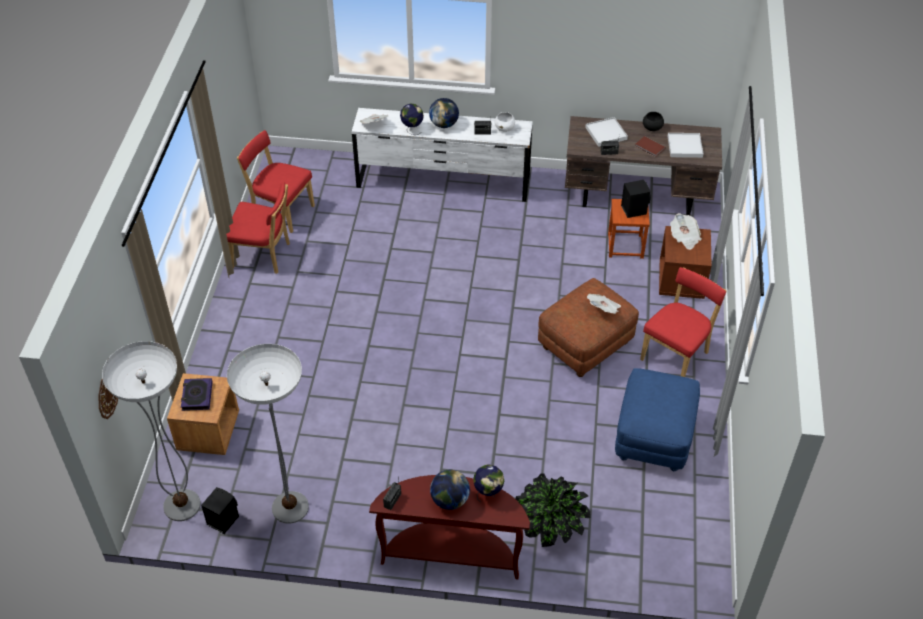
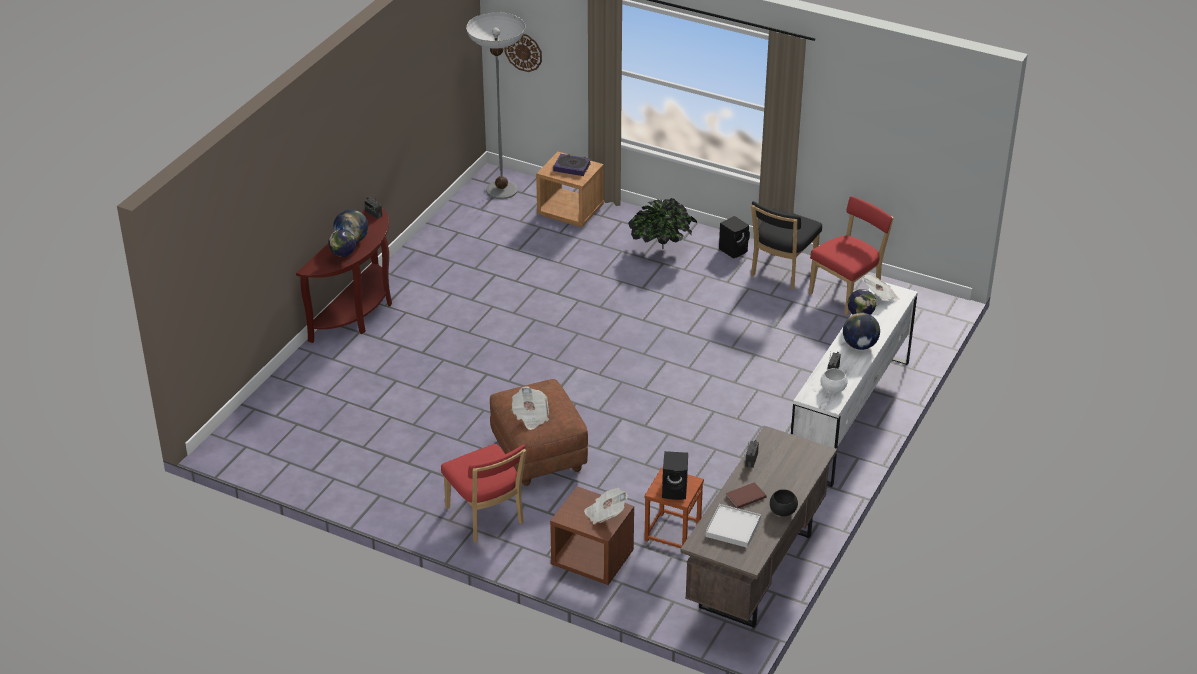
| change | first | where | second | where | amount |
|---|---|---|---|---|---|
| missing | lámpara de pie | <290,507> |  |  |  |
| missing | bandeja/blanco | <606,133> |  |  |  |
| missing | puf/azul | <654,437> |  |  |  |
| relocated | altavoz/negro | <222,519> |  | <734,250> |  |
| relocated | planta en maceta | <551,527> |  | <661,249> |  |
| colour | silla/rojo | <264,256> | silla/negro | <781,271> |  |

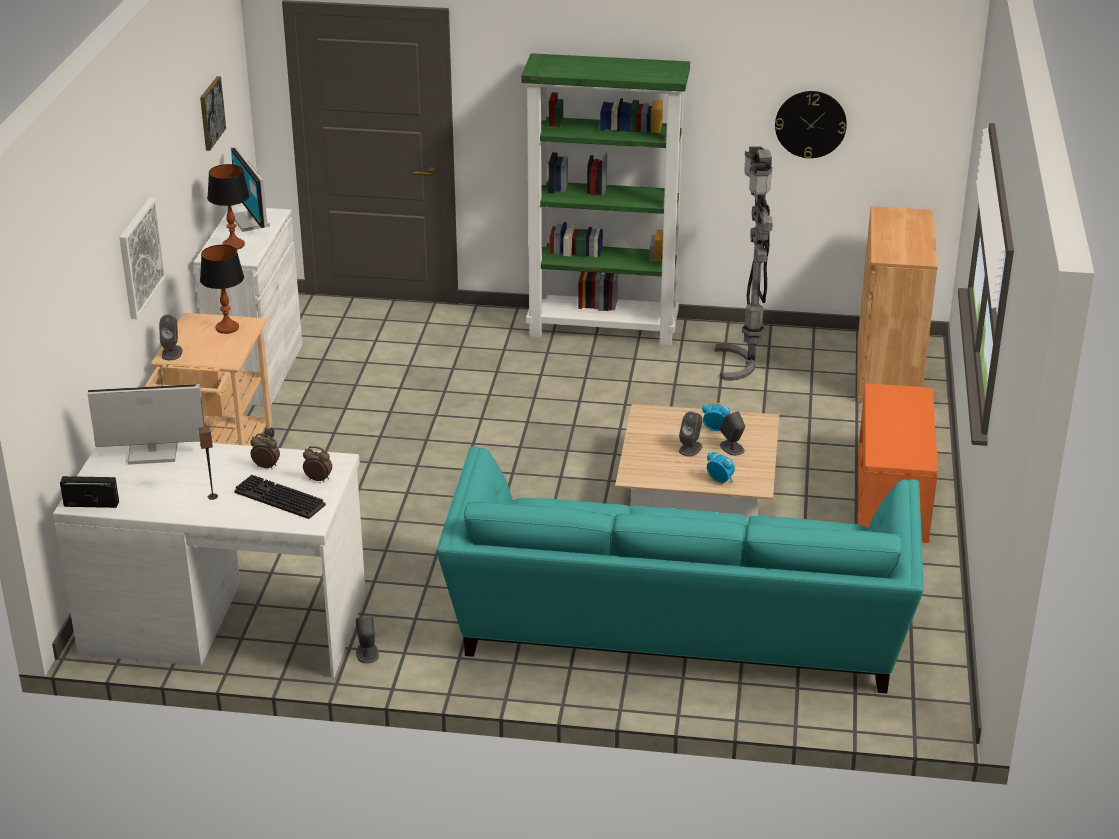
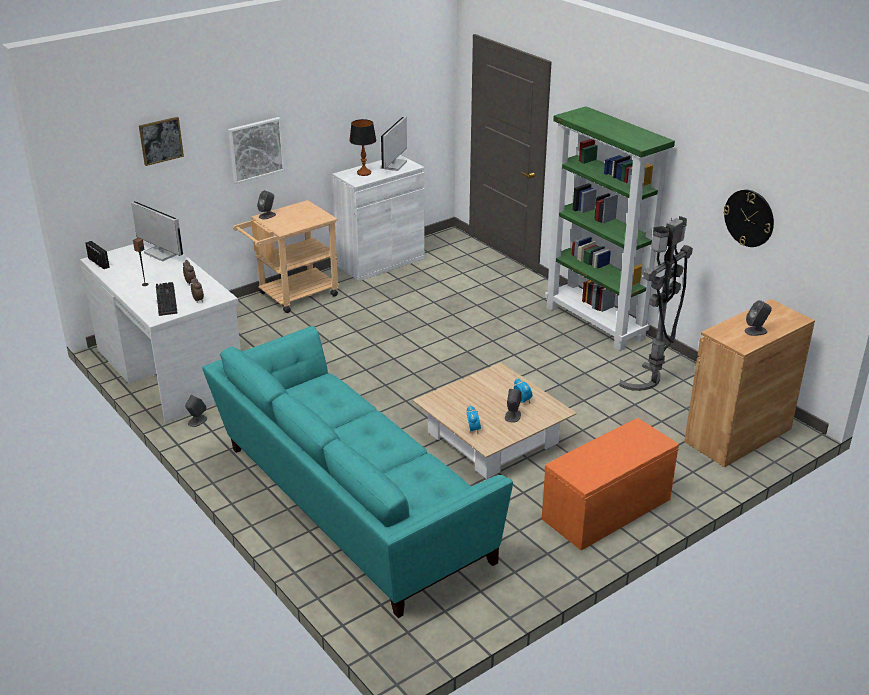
| change | first | where | second | where | amount |
|---|---|---|---|---|---|
| missing | lámpara de mesa | <227,328> |  |  |  |
| relocated | cuadro | <211,113> |  | <161,140> |  |
| relocated | altavoz/gris | <690,448> |  | <756,331> |  |

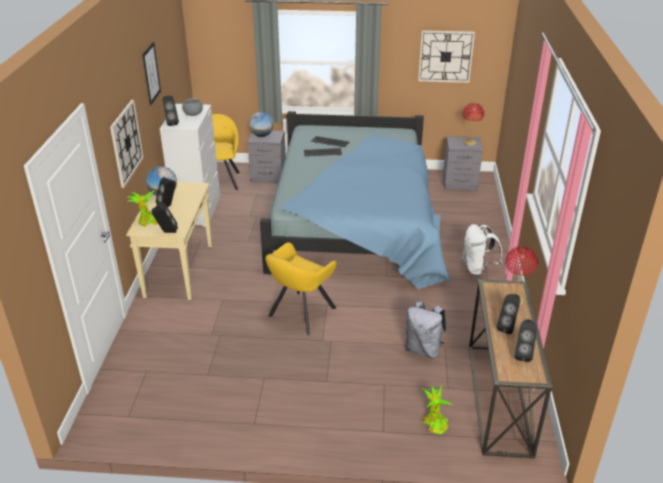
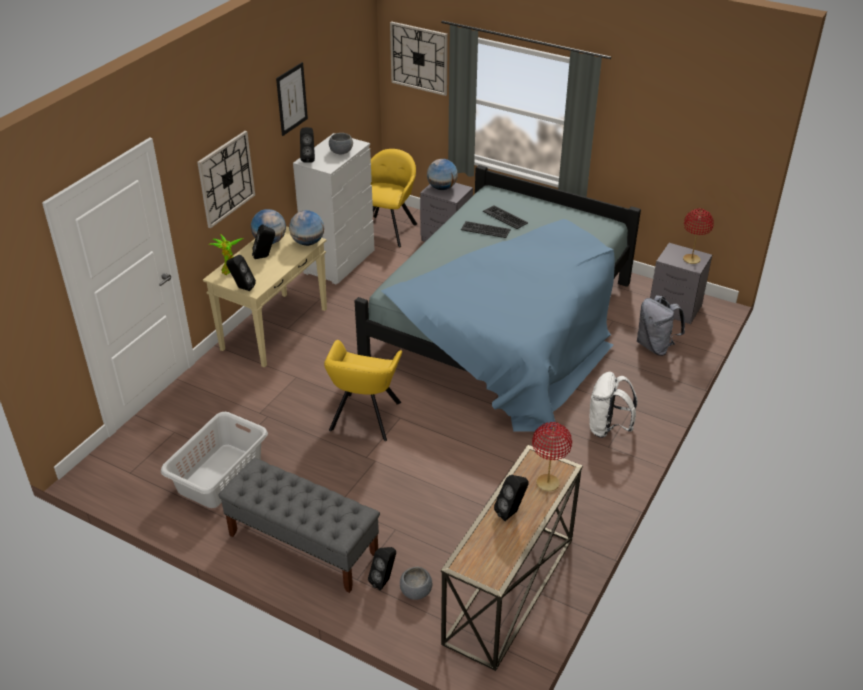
| change | first | where | second | where | amount |
|---|---|---|---|---|---|
| appeared |  |  | cesto de la ropa/gris | <220,475> |  |
| appeared |  |  | banco/gris | <302,545> |  |
| appeared |  |  | globo terráqueo | <308,242> |  |
| relocated | mochila/gris | <423,349> |  | <655,346> |  |
| relocated | reloj de pared | <445,56> |  | <419,58> |  |
| relocated | altavoz/negro | <522,354> |  | <384,580> |  |
| exchanged | planta en maceta | <434,423> | cuenco/gris | <416,591> |  |
| spun | sillón/amarillo | <300,314> |  | <364,419> | 45 degrees counterclockwise |

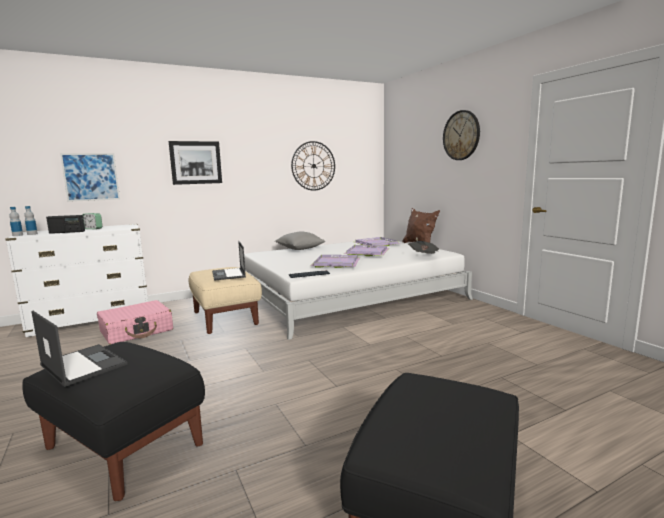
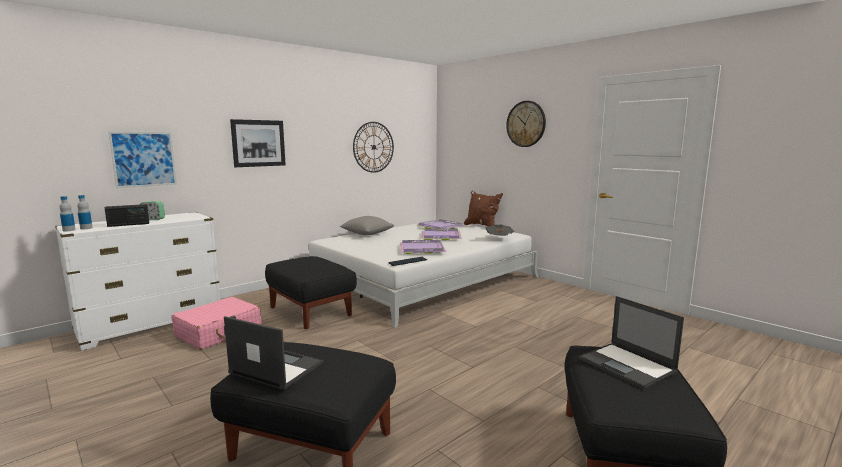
| change | first | where | second | where | amount |
|---|---|---|---|---|---|
| relocated | portátil | <229,274> |  | <628,366> |  |
| colour | puf/beis | <225,318> | puf/negro | <311,312> |  |

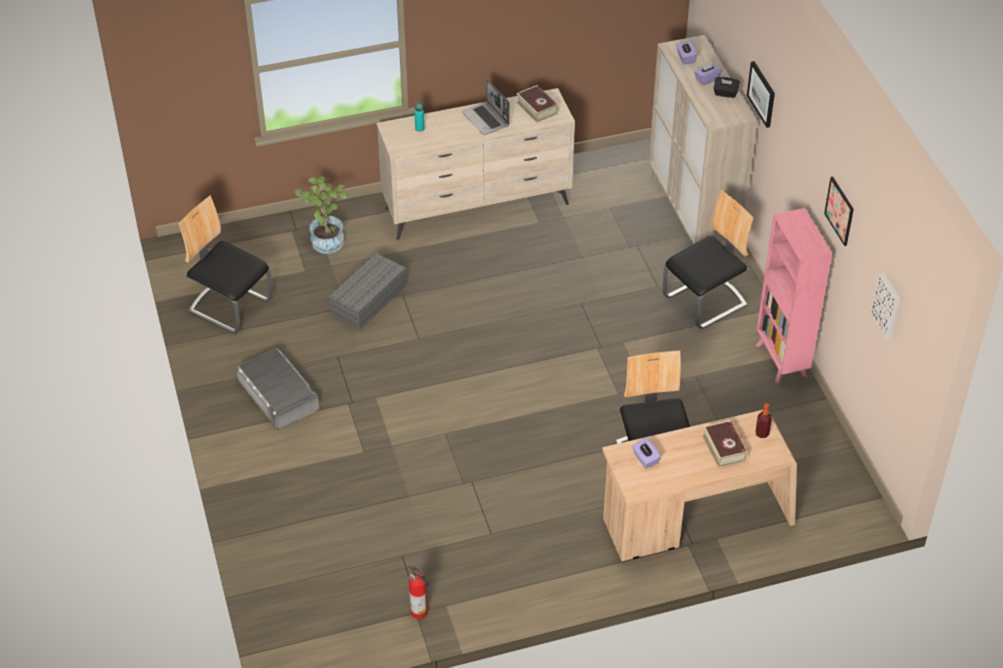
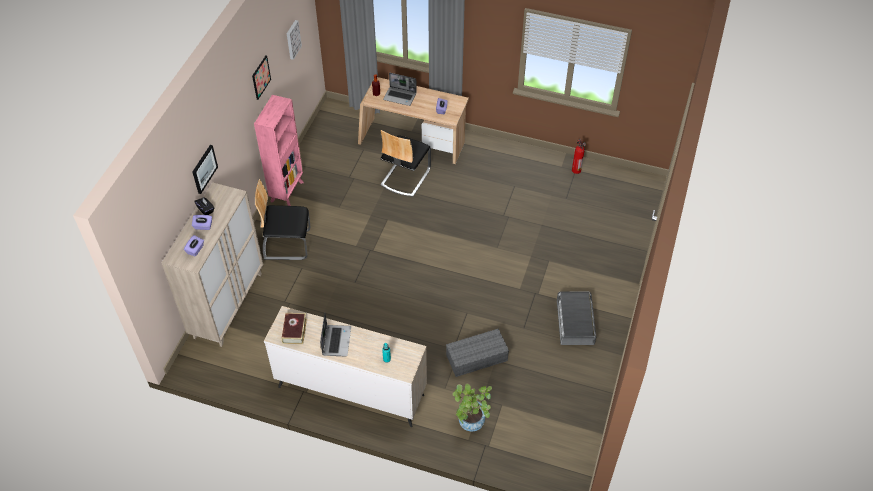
| change | first | where | second | where | amount |
|---|---|---|---|---|---|
| missing | silla | <230,306> |  |  |  |
| exchanged | libro | <724,448> | portátil | <400,96> |  |

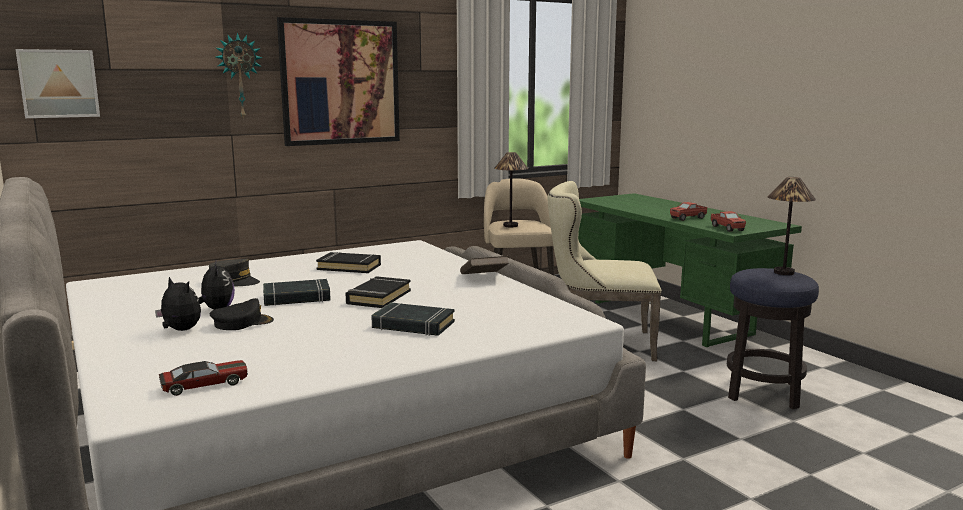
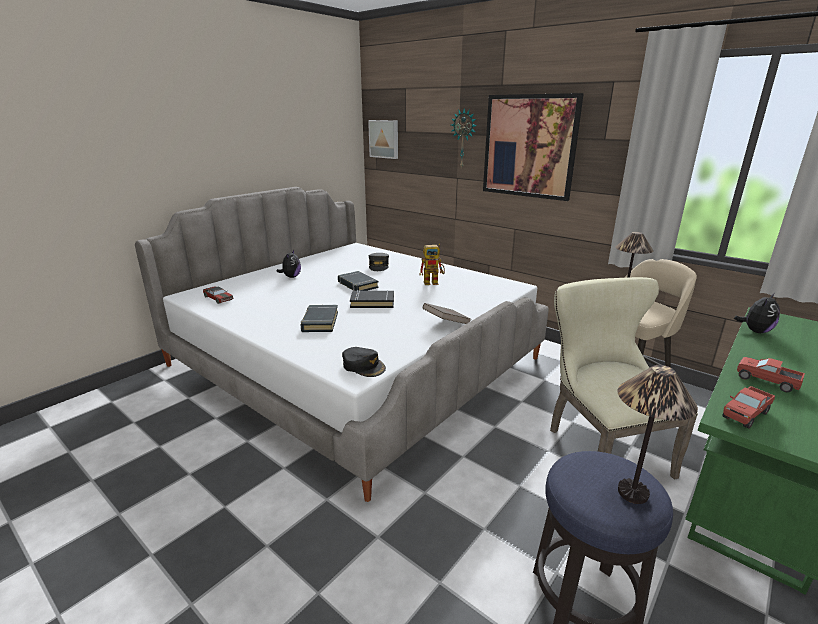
| change | first | where | second | where | amount |
|---|---|---|---|---|---|
| relocated | peluche | <216,309> |  | <755,331> |  |
| relocated | gorra/negro | <242,323> |  | <364,366> |  |
| exchanged | libro/negro | <349,267> | robot de juguete | <434,282> |  |

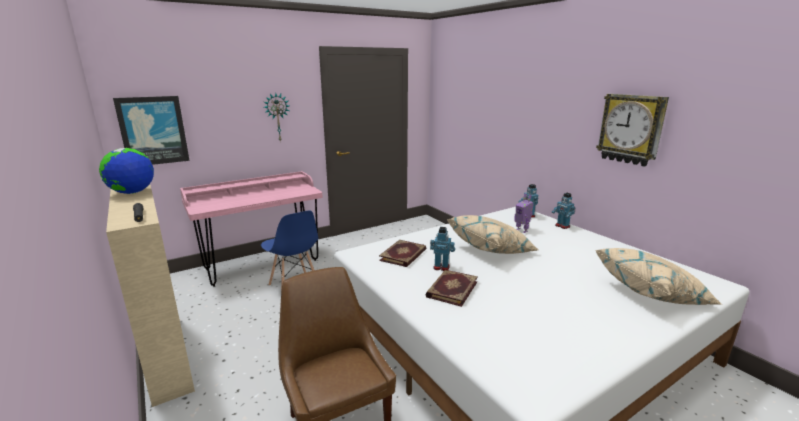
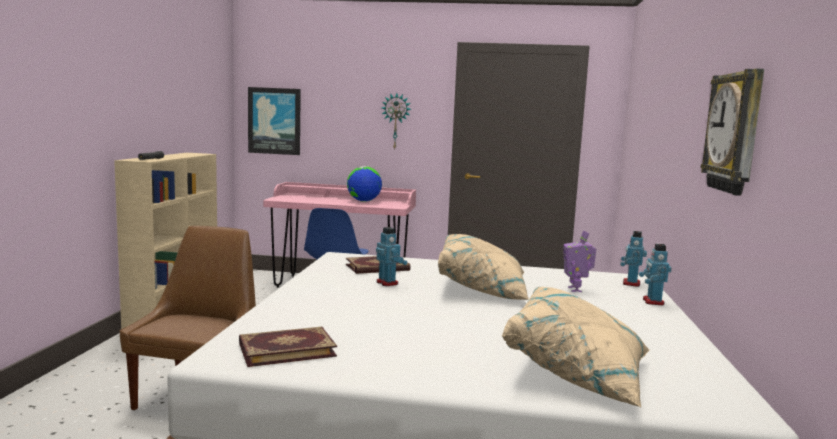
| change | first | where | second | where | amount |
|---|---|---|---|---|---|
| relocated | globo terráqueo | <132,193> |  | <363,201> |  |
| relocated | libro | <451,289> |  | <286,349> |  |

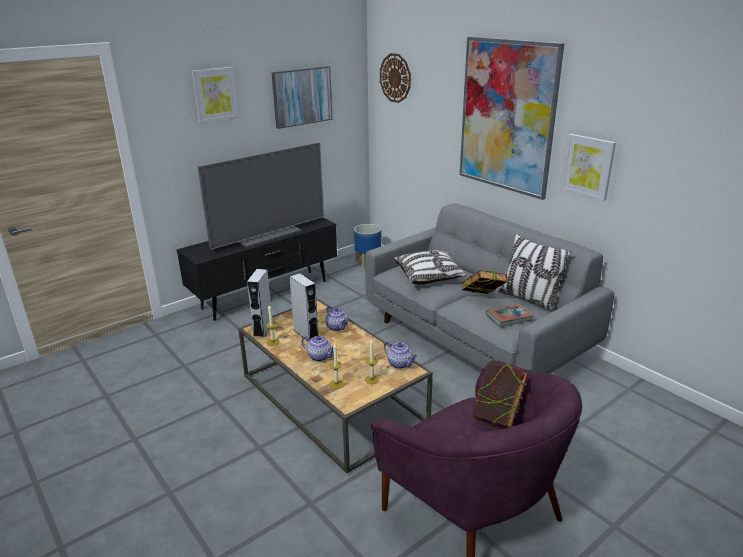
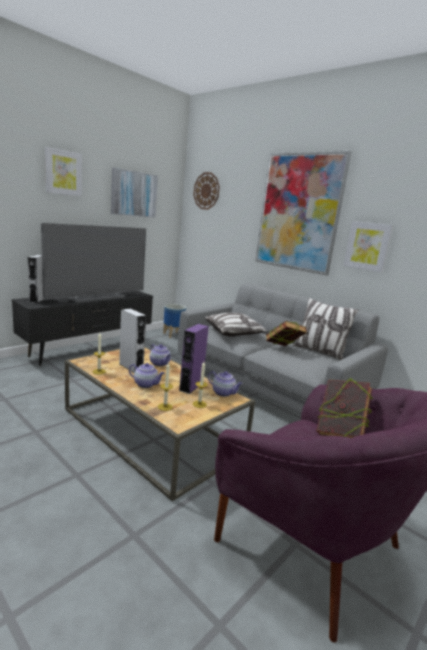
| change | first | where | second | where | amount |
|---|---|---|---|---|---|
| missing | libro | <509,318> |  |  |  |
| appeared |  |  | altavoz/morado | <191,386> |  |
| relocated | altavoz/gris | <263,329> |  | <38,300> |  |

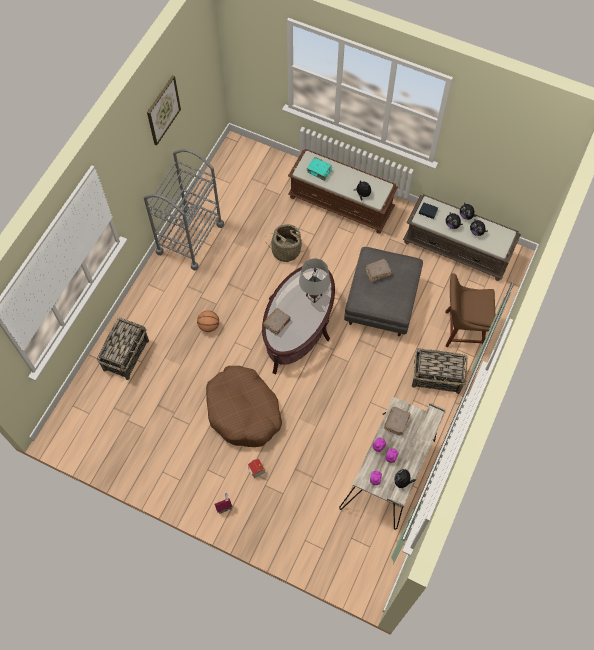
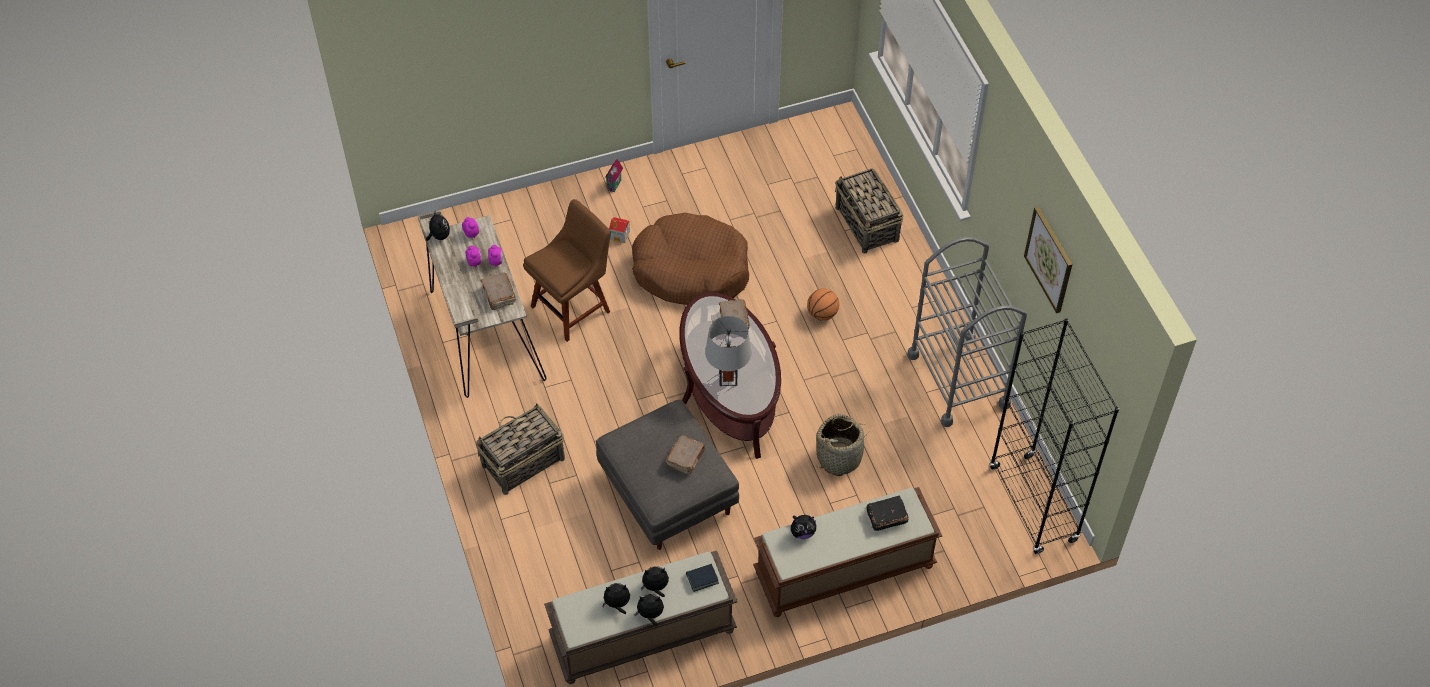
| change | first | where | second | where | amount |
|---|---|---|---|---|---|
| appeared |  |  | estantería/negro | <1033,504> |  |
| relocated | silla/marrón | <461,329> |  | <573,307> |  |
| colour | libro/turquesa | <319,171> | libro/negro | <886,517> |  |

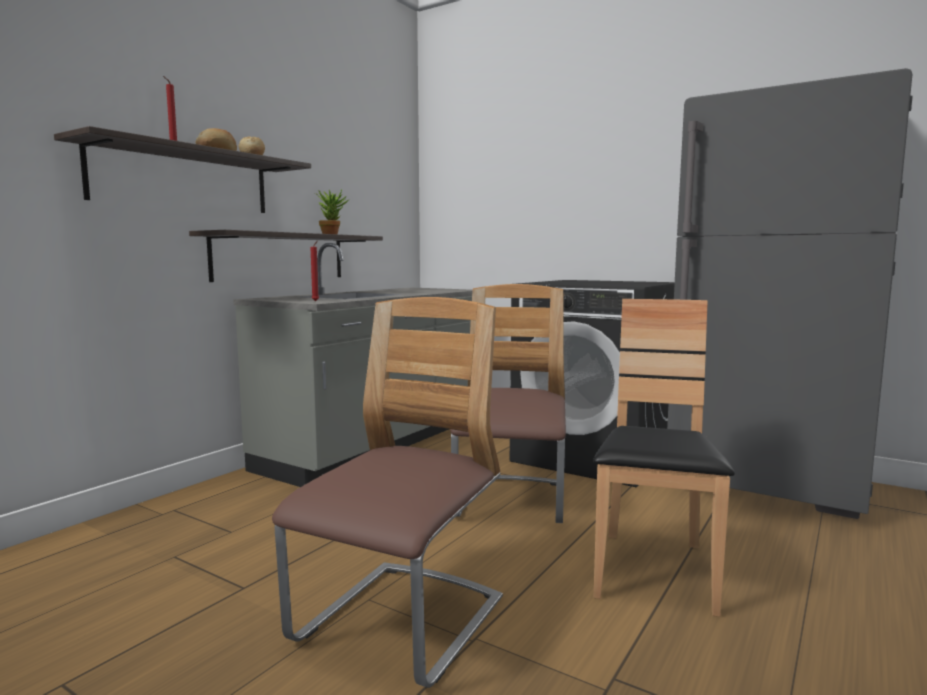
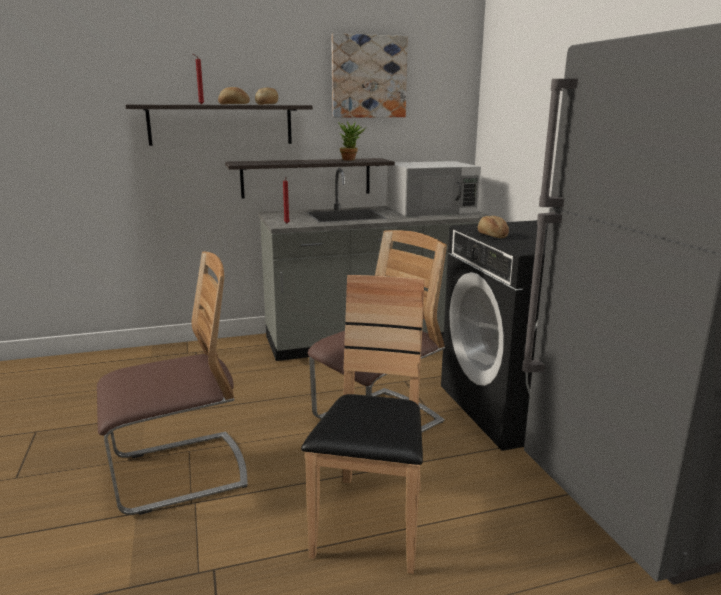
| change | first | where | second | where | amount |
|---|---|---|---|---|---|
| appeared |  |  | cuadro | <368,77> |  |
| appeared |  |  | microondas/blanco | <431,209> |  |
| appeared |  |  | pan | <492,236> |  |
| spun | silla/marrón | <653,571> |  | <371,522> | 45 degrees counterclockwise |

